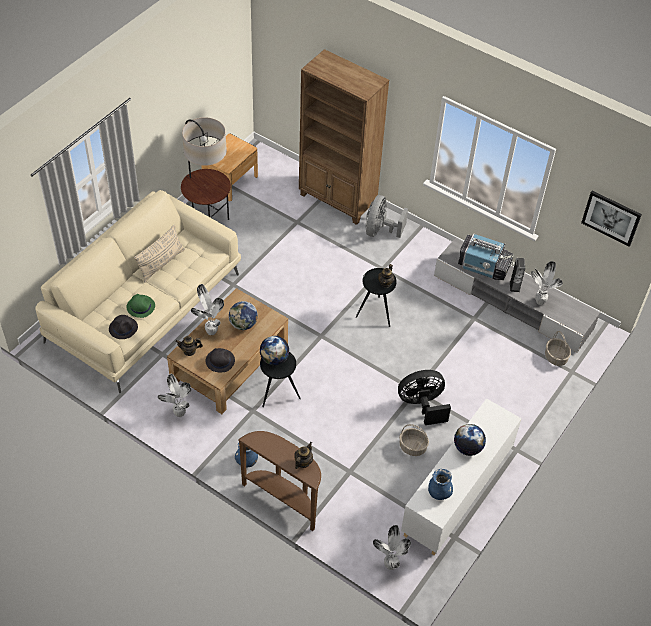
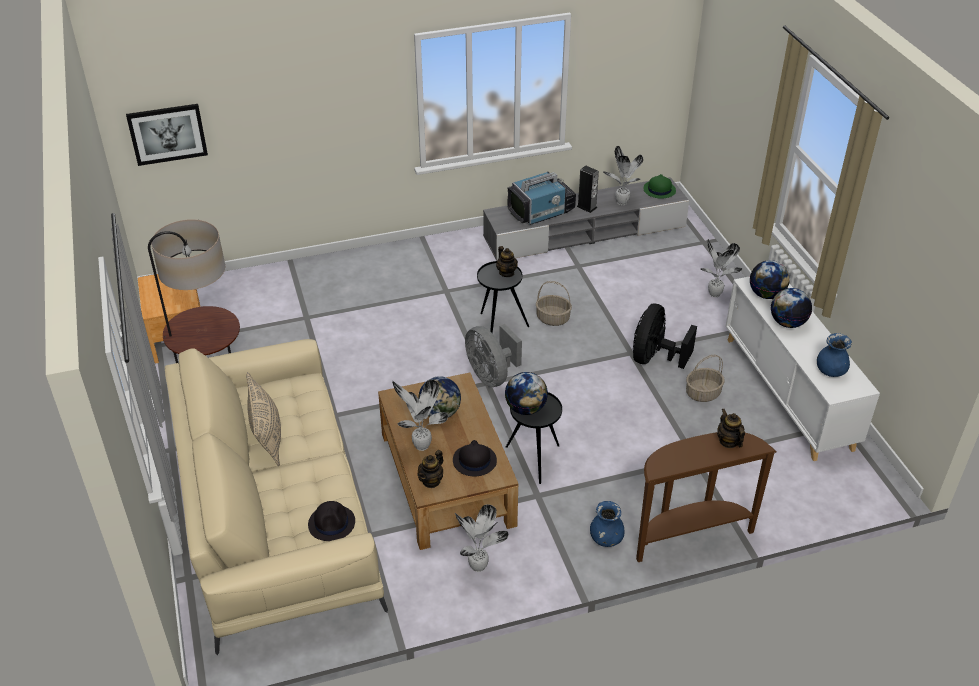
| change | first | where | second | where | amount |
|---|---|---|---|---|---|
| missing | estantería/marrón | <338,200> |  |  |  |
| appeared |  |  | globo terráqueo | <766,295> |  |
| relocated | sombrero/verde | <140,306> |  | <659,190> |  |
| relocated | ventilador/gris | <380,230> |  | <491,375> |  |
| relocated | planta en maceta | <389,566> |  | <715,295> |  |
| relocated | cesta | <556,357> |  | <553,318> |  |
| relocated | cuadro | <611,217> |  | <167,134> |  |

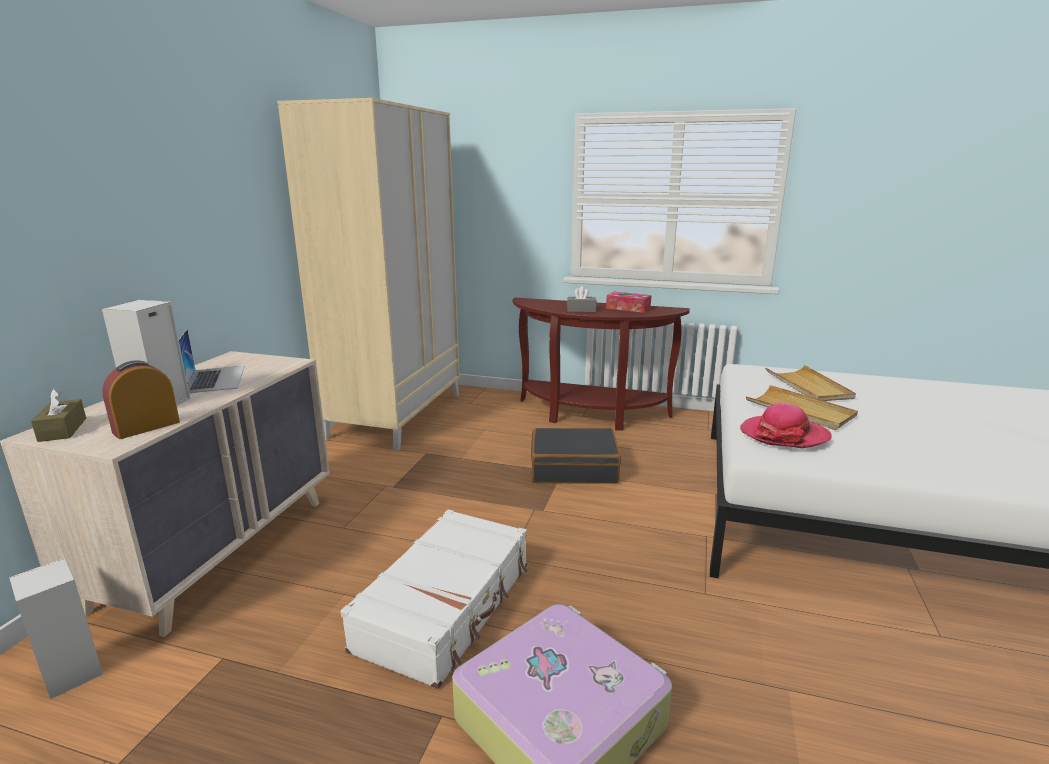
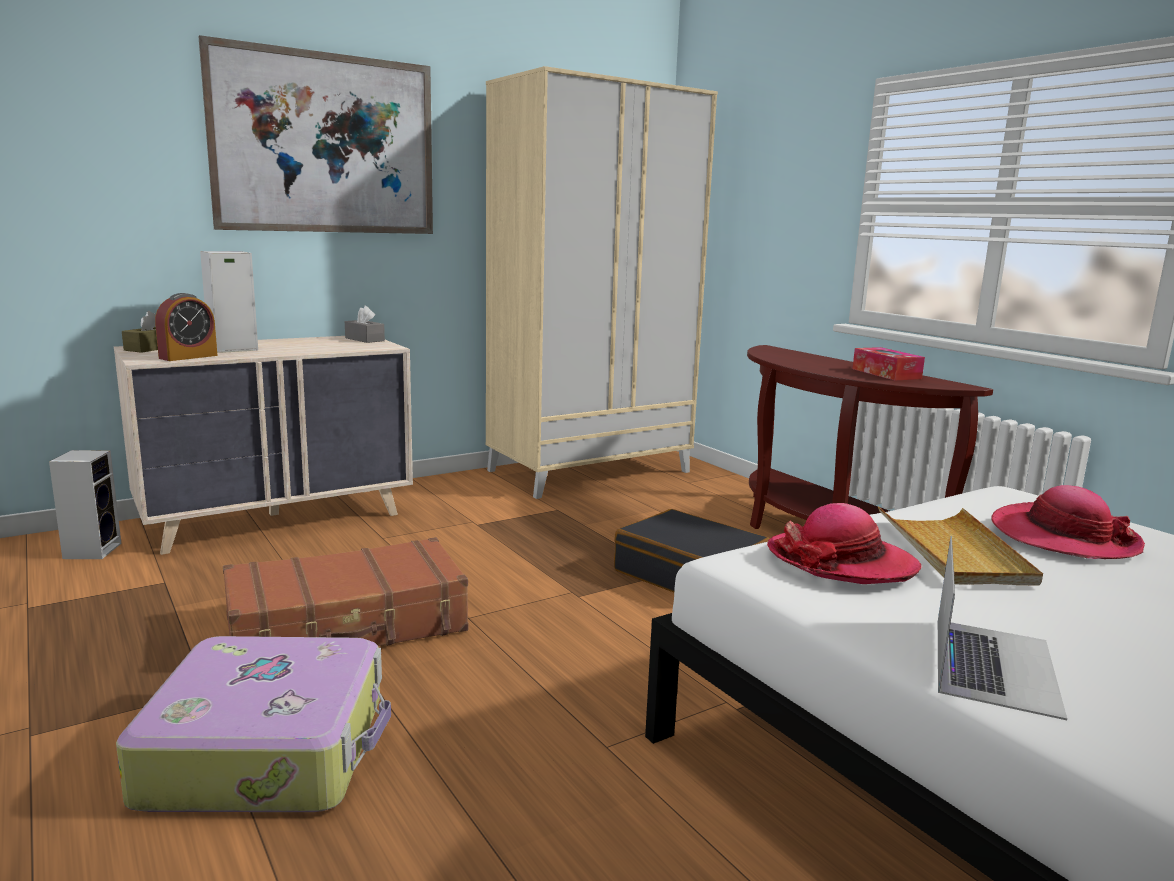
| change | first | where | second | where | amount |
|---|---|---|---|---|---|
| appeared |  |  | cuadro | <326,144> |  |
| relocated | portátil | <215,379> |  | <994,665> |  |
| relocated | caja de pañuelos/gris | <581,310> |  | <364,339> |  |
| exchanged | bandeja/beis | <808,386> | sombrero | <1063,537> |  |
| colour | maleta/blanco | <447,606> | maleta/marrón | <348,626> |  |
| spun | despertador | <146,427> |  | <188,357> | 135 degrees clockwise |

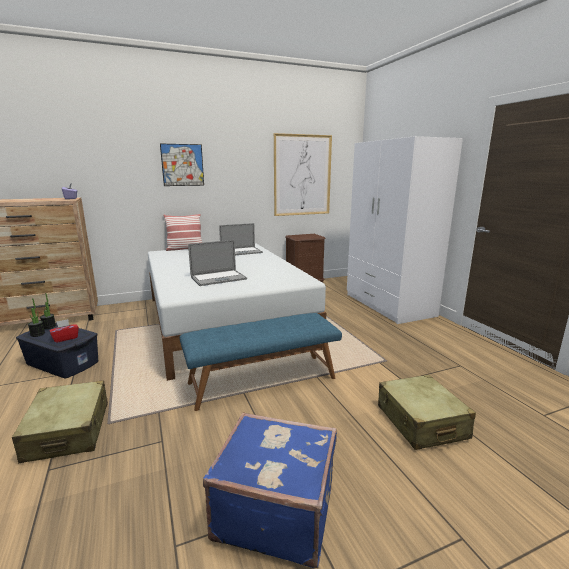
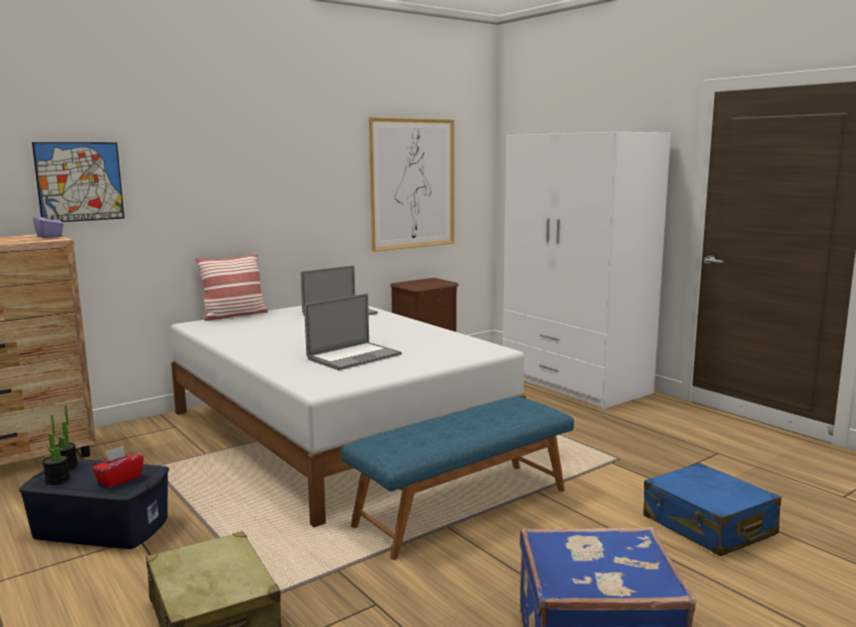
| change | first | where | second | where | amount |
|---|---|---|---|---|---|
| relocated | cuadro | <182,165> |  | <79,181> |  |
| colour | maleta/beis | <421,422> | maleta/azul | <708,526> |  |

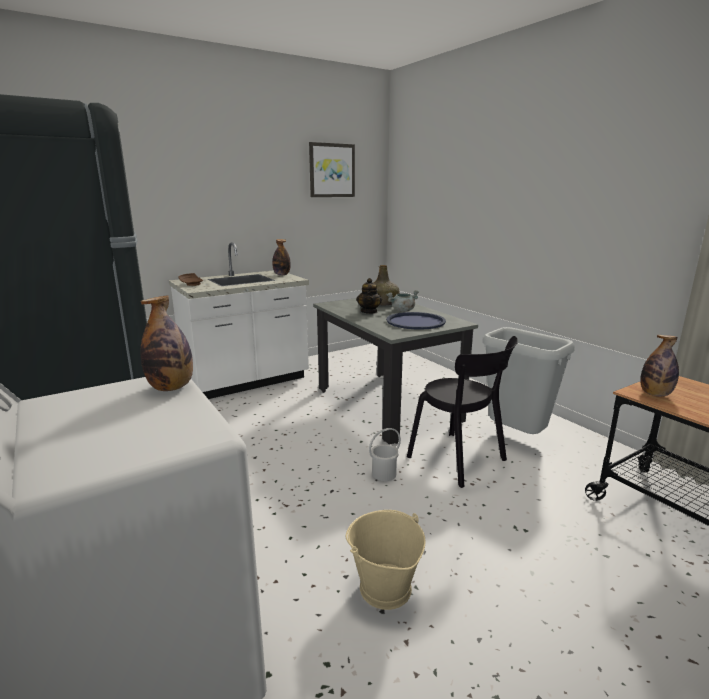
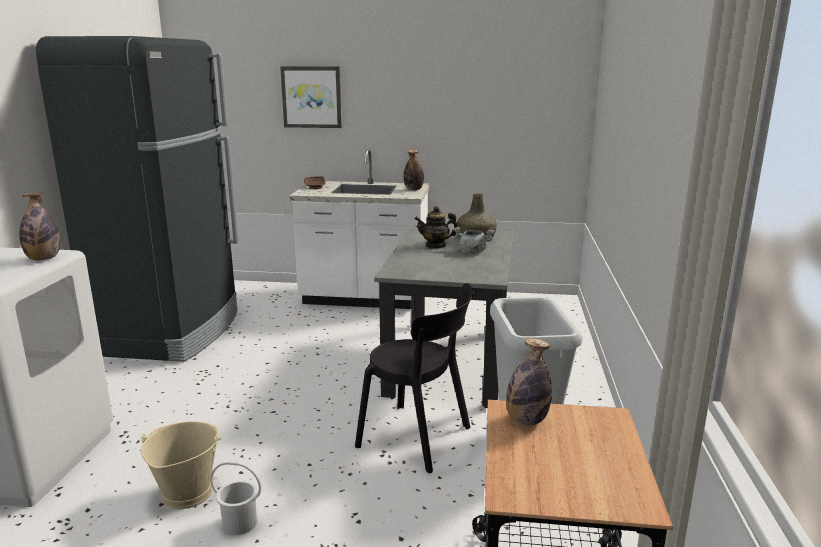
| change | first | where | second | where | amount |
|---|---|---|---|---|---|
| missing | bandeja/azul | <415,322> |  |  |  |
| relocated | cuadro | <331,170> |  | <311,97> |  |
| relocated | cubo/blanco | <384,474> |  | <240,523> |  |
| spun | tetera | <369,312> |  | <436,245> | 45 degrees clockwise |
| spun | silla/negro | <460,460> |  | <419,439> | 60 degrees counterclockwise |

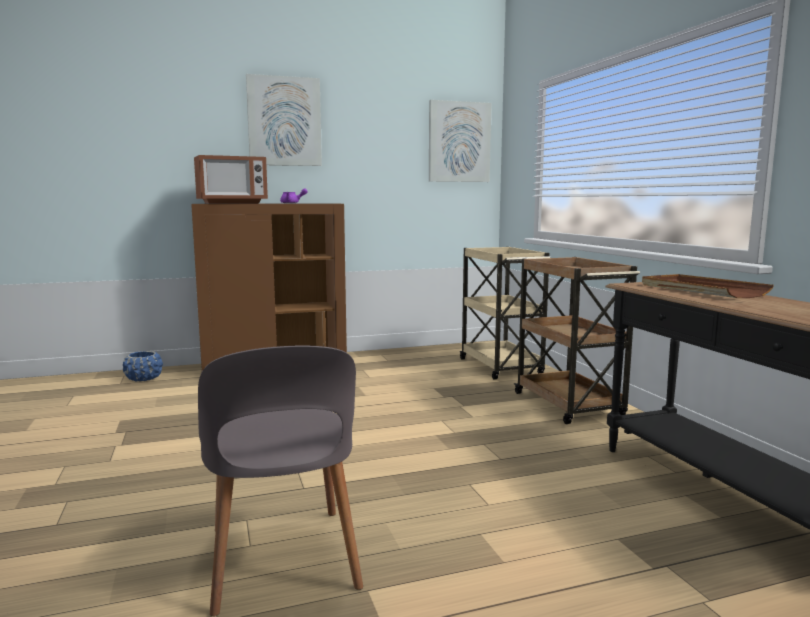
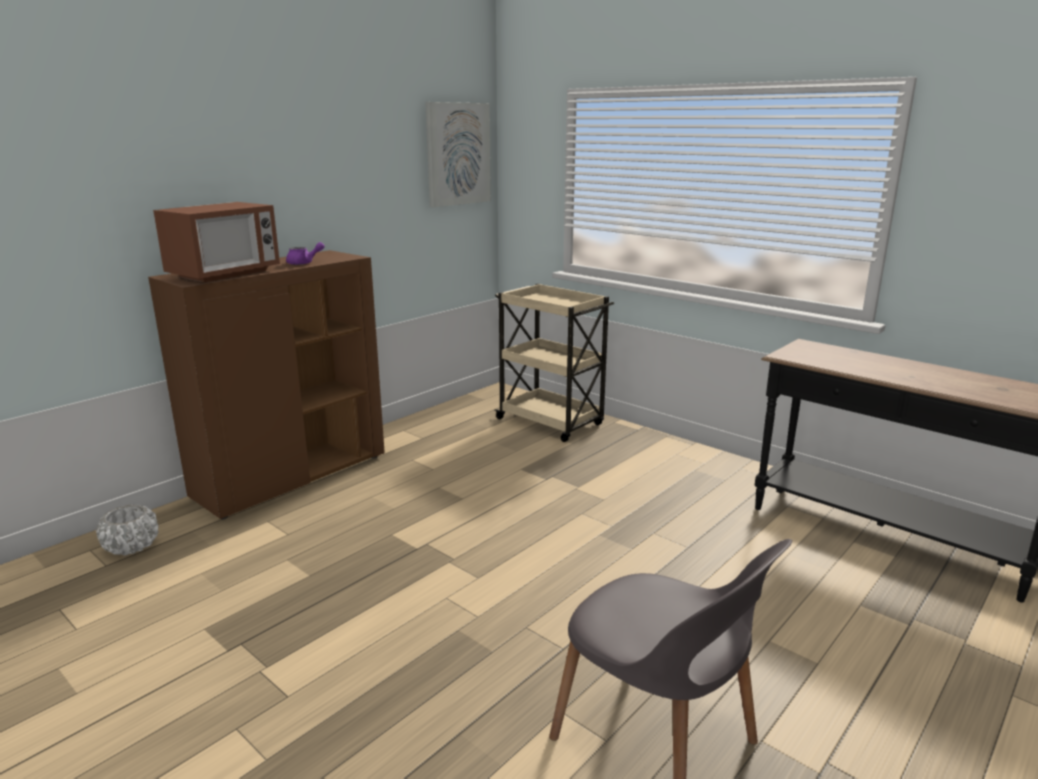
| change | first | where | second | where | amount |
|---|---|---|---|---|---|
| missing | cuadro | <284,121> |  |  |  |
| missing | carrito/marrón | <569,405> |  |  |  |
| missing | bandeja/marrón | <701,290> |  |  |  |
| colour | maceta/azul | <144,378> | maceta/blanco | <132,546> |  |

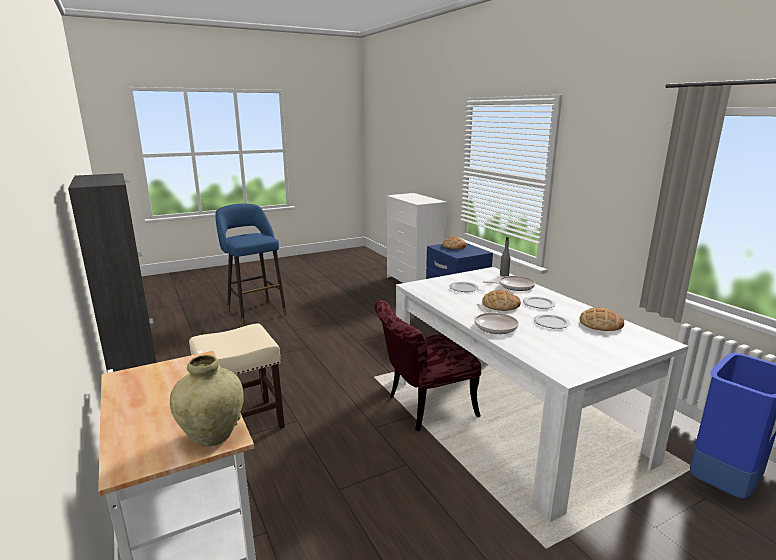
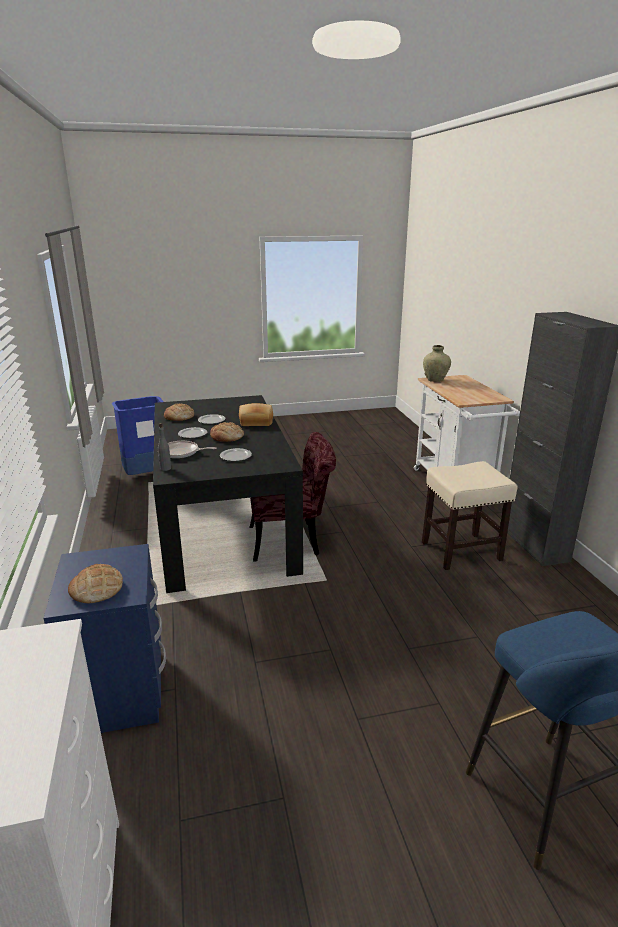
| change | first | where | second | where | amount |
|---|---|---|---|---|---|
| exchanged | sartén | <494,325> | pan | <256,423> |  |
| colour | mesa de comedor/blanco | <509,415> | mesa de comedor/negro | <224,524> |  |

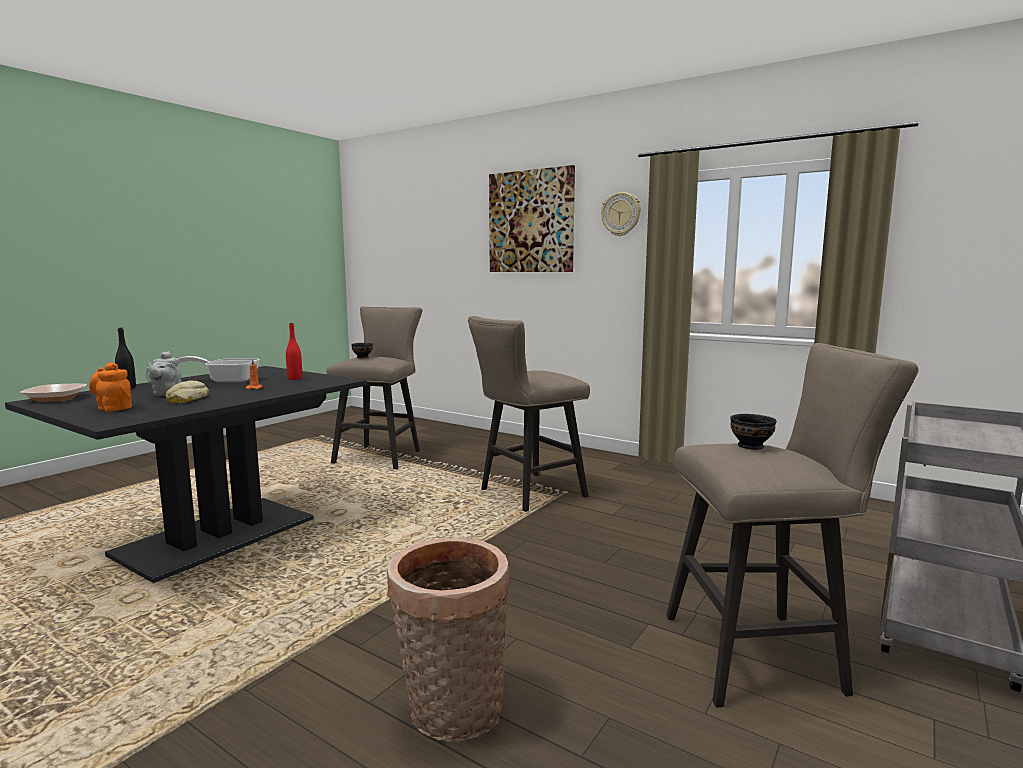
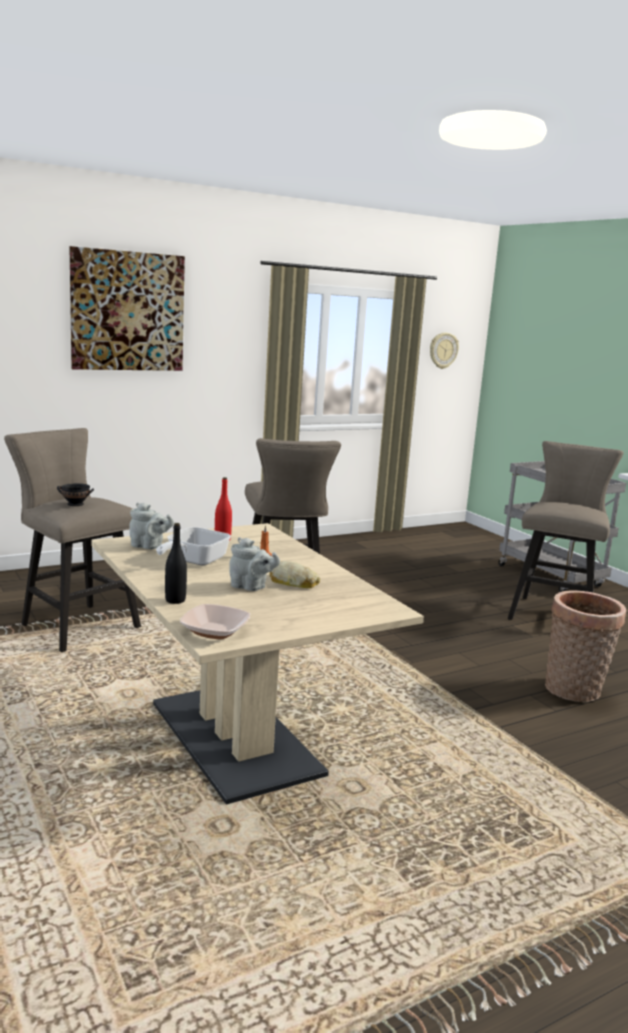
| change | first | where | second | where | amount |
|---|---|---|---|---|---|
| missing | tetera/naranja | <113,408> |  |  |  |
| missing | cuenco/negro | <751,446> |  |  |  |
| appeared |  |  | tetera/gris | <149,546> |  |
| relocated | reloj de pared | <621,214> |  | <443,350> |  |
| colour | mesa de comedor/negro | <216,537> | mesa de comedor/beis | <234,738> |  |

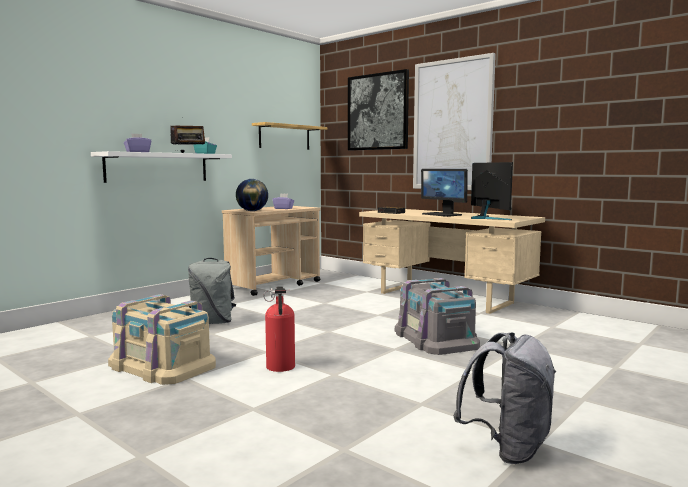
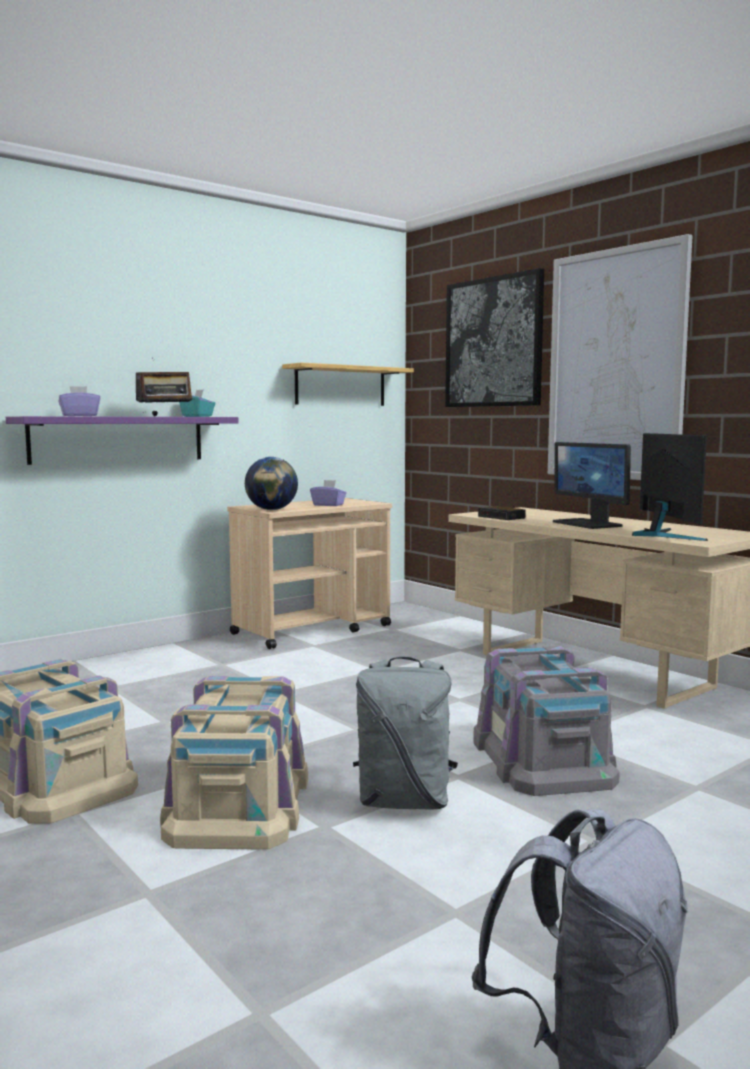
| change | first | where | second | where | amount |
|---|---|---|---|---|---|
| relocated | mochila/gris | <213,322> |  | <404,801> |  |
| exchanged | extintor | <280,368> | caja de almacenaje/beis | <240,803> |  |
| colour | estante/blanco | <157,167> | estante/morado | <118,439> |  |

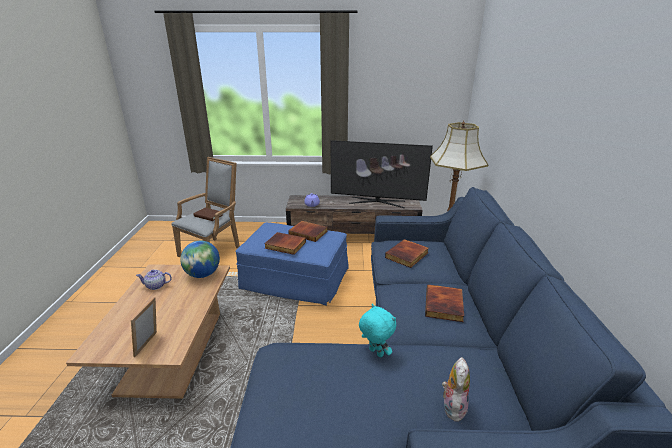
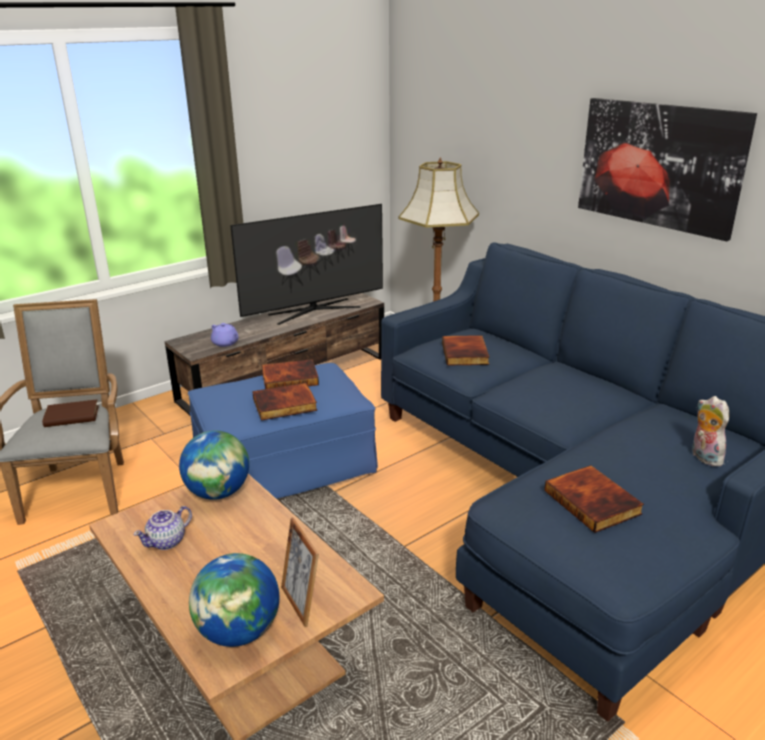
| change | first | where | second | where | amount |
|---|---|---|---|---|---|
| missing | peluche/turquesa | <375,353> |  |  |  |
| appeared |  |  | globo terráqueo | <239,631> |  |
| appeared |  |  | cuadro | <659,165> |  |
| relocated | libro | <445,305> |  | <593,502> |  |

